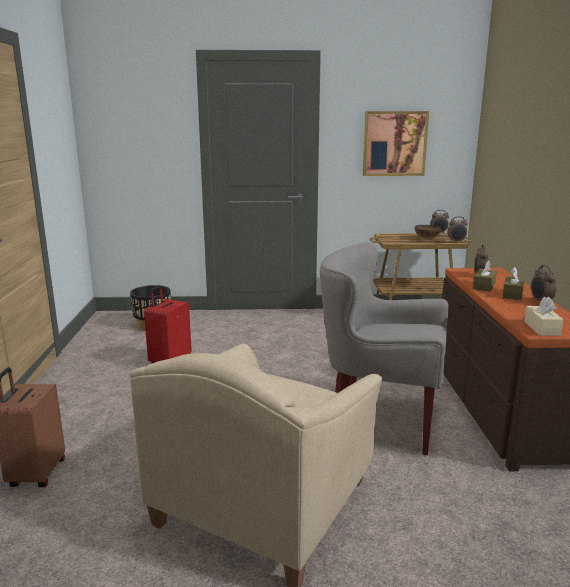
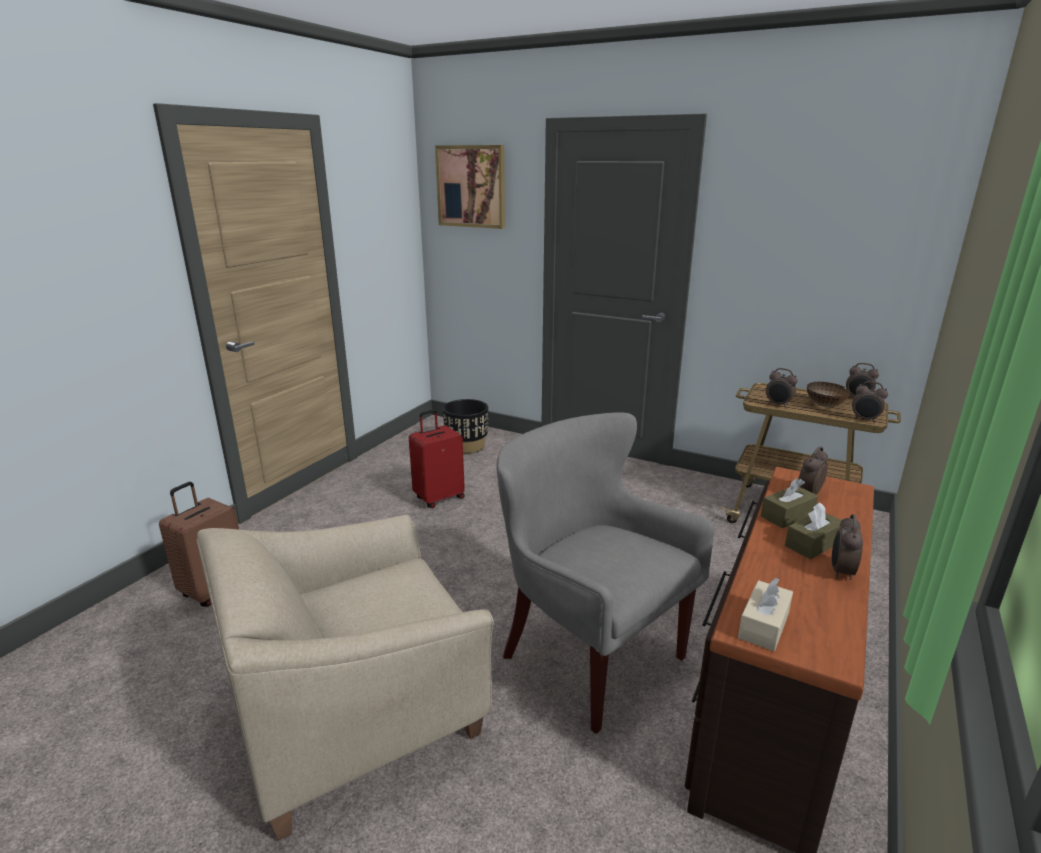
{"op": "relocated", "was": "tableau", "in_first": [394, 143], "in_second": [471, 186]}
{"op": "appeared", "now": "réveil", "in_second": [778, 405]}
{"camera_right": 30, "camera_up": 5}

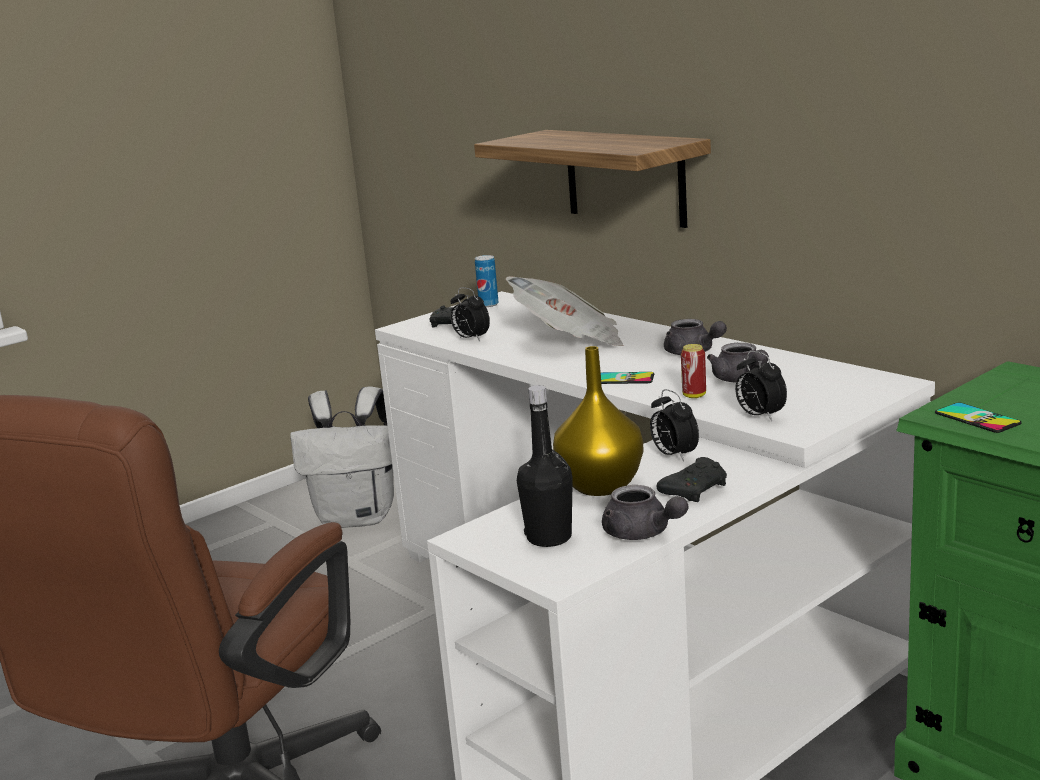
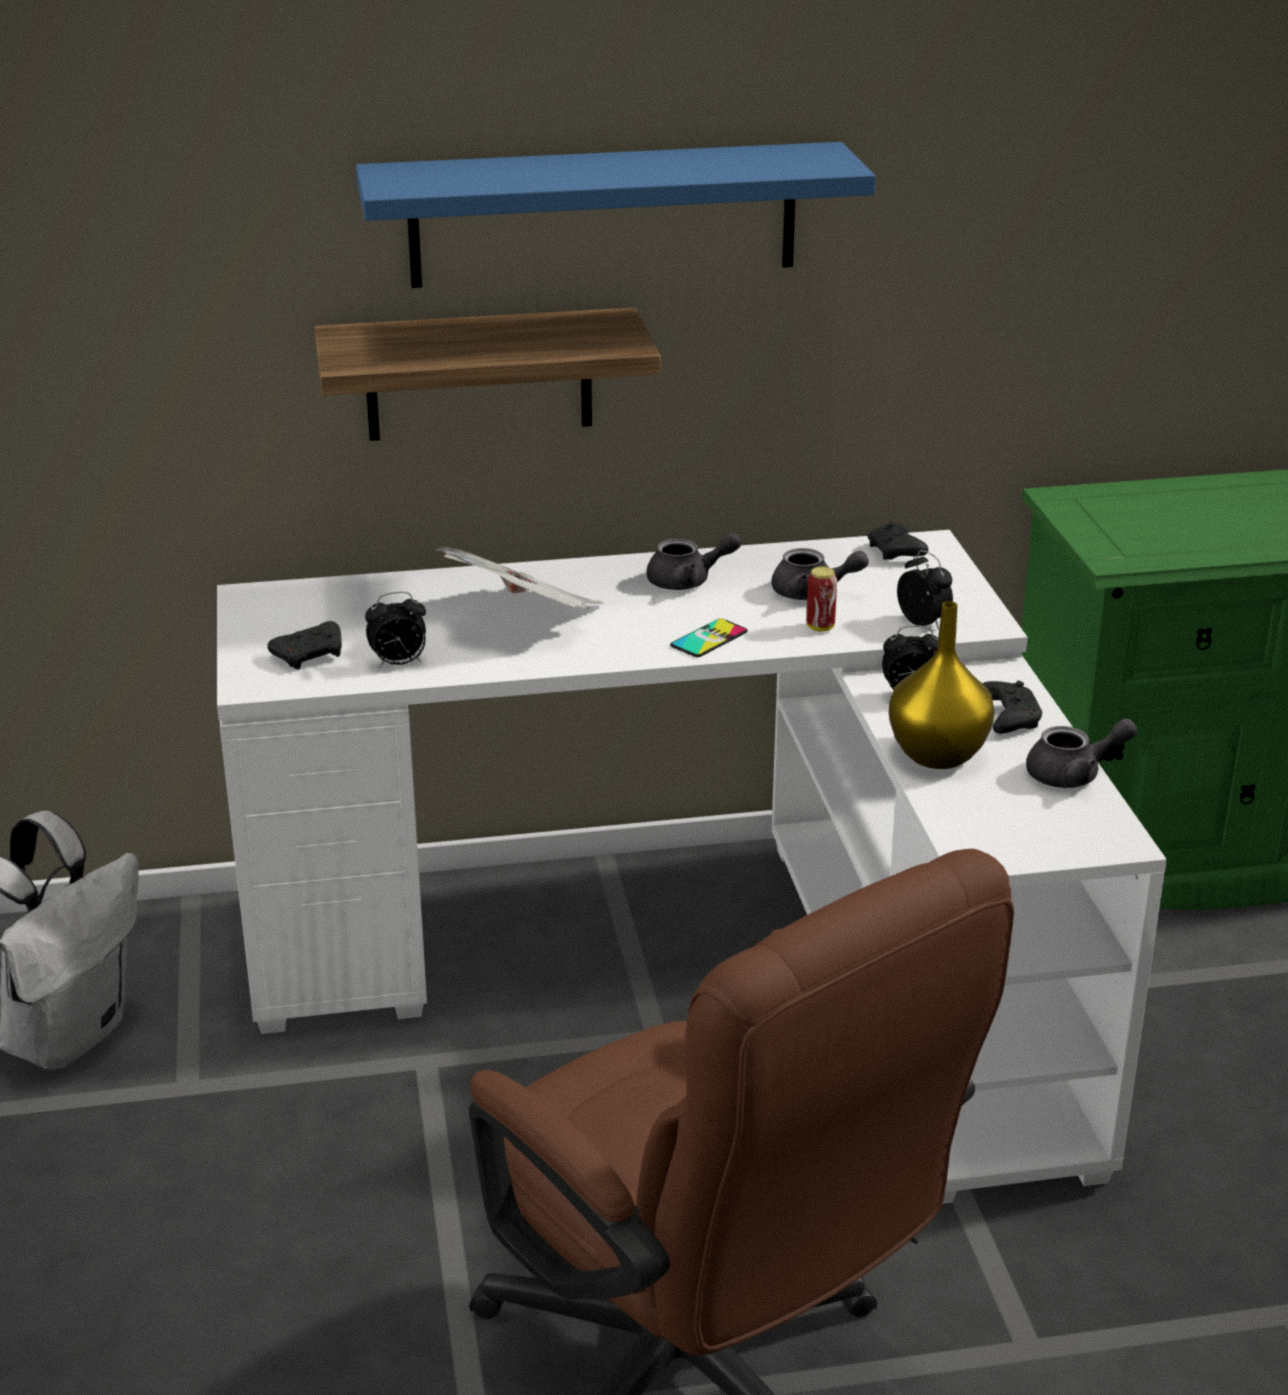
{"op": "missing", "was": "boîte métallique", "in_first": [488, 305]}
{"op": "spun", "was": "réveil", "in_first": [759, 416], "in_second": [924, 623], "clockwise": -120}
{"op": "missing", "was": "bouteille/noir", "in_first": [549, 537]}
{"op": "missing", "was": "téléphone", "in_first": [977, 418]}
{"op": "appeared", "now": "étagère/bleu", "in_second": [603, 215]}
{"op": "appeared", "now": "manette/noir", "in_second": [896, 553]}
{"camera_right": -60, "camera_up": 10}

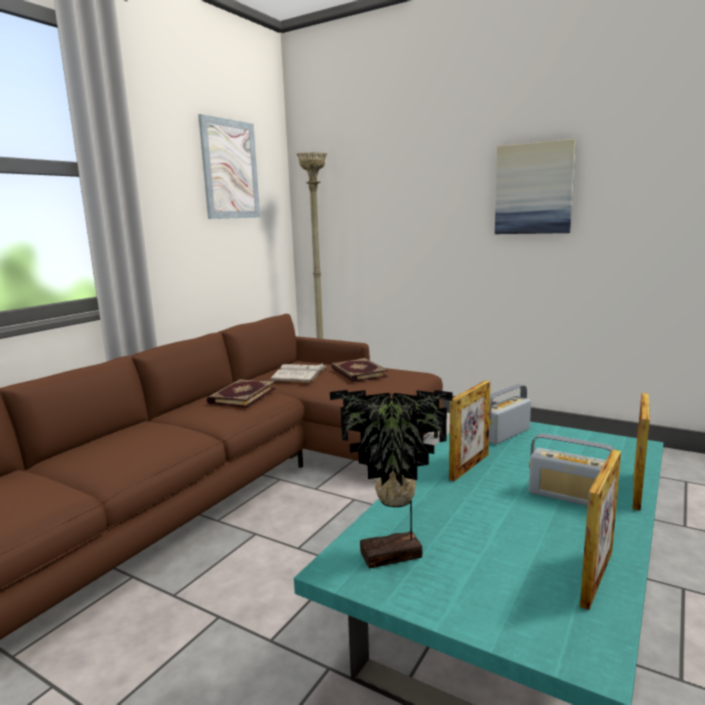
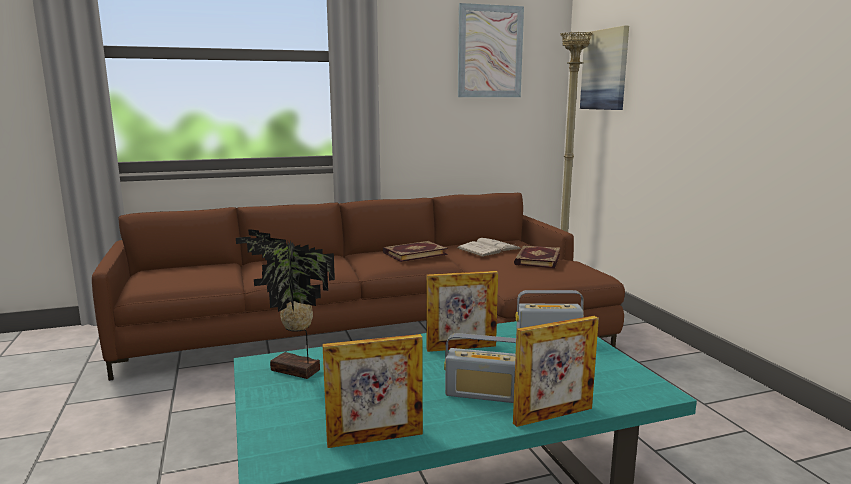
{"op": "relocated", "was": "tableau", "in_first": [534, 189], "in_second": [605, 70]}
{"op": "spun", "was": "radio", "in_first": [569, 496], "in_second": [484, 394], "clockwise": -60}
{"camera_right": 40, "camera_up": 0}

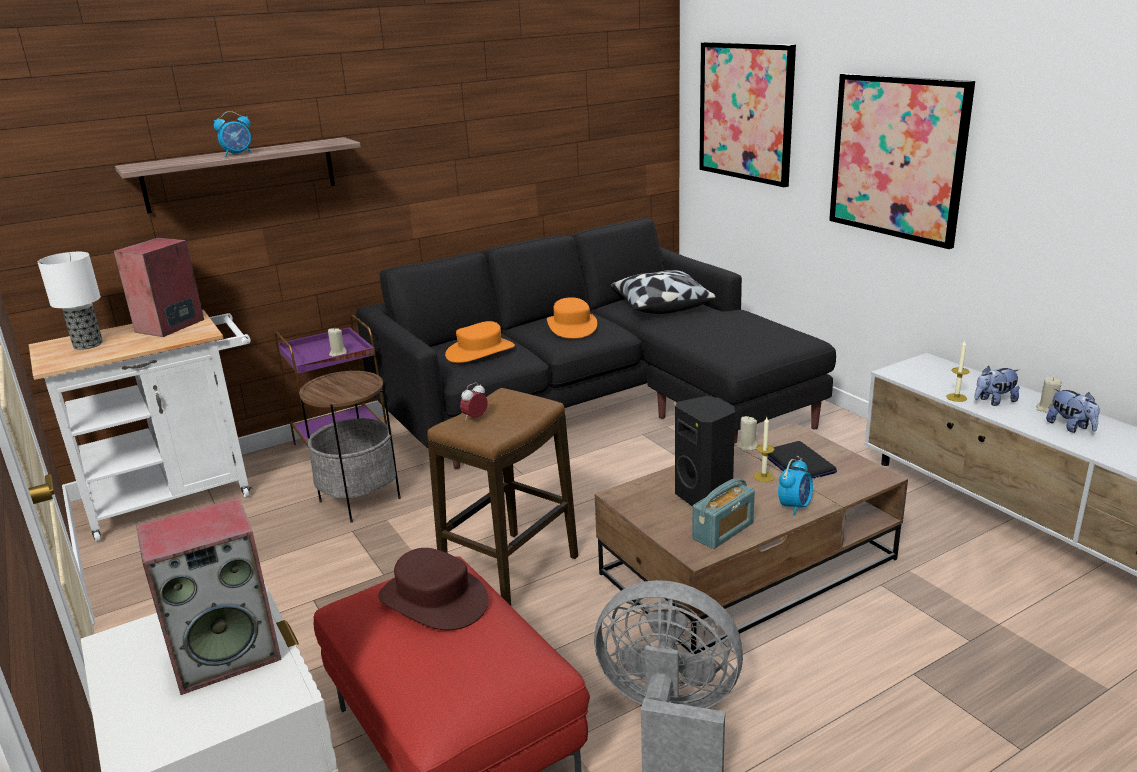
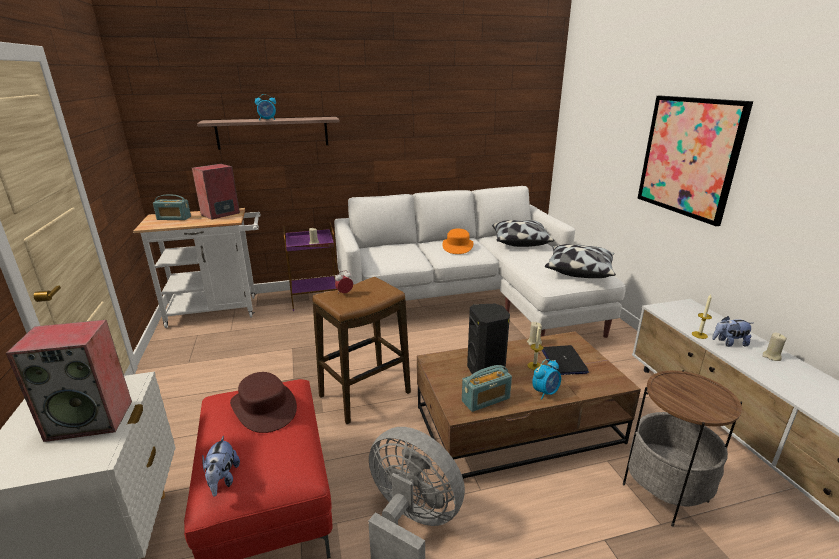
{"op": "missing", "was": "tableau", "in_first": [745, 112]}
{"op": "colour", "was": "canapé/noir", "now": "canapé/blanc", "in_first": [597, 408], "in_second": [470, 300]}
{"op": "exchanged", "was": "lampe de table", "now": "radio", "in_first": [89, 344], "in_second": [174, 218]}
{"op": "missing", "was": "chapeau/orange", "in_first": [480, 351]}
{"op": "relocated", "was": "table d'appoint", "in_first": [360, 500], "in_second": [664, 493]}
{"op": "relocated", "was": "peluche", "in_first": [1070, 427], "in_second": [222, 480]}
{"op": "appeared", "now": "coussin", "in_second": [579, 270]}
{"camera_right": 15, "camera_up": 0}

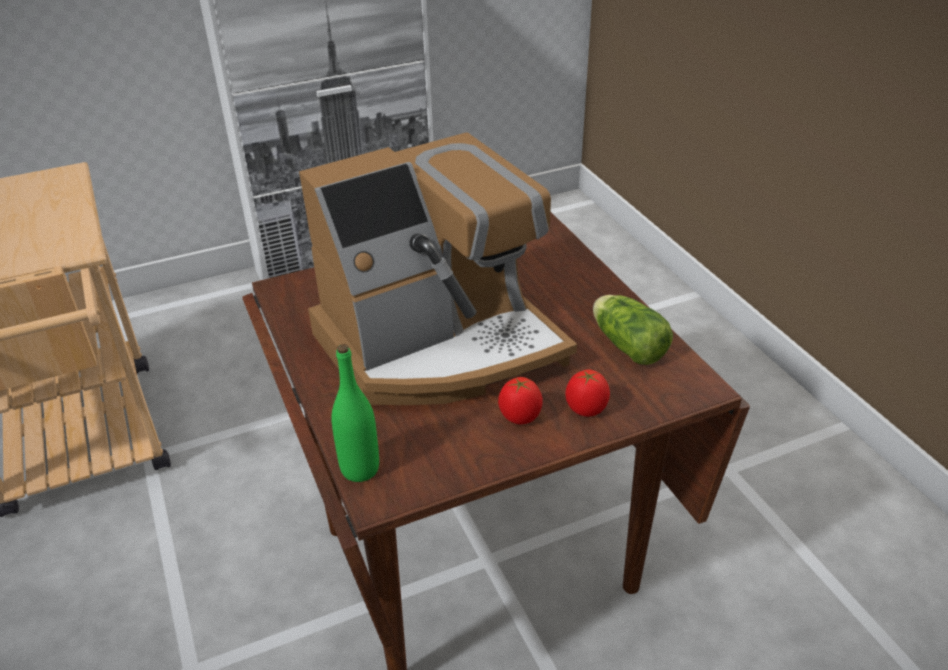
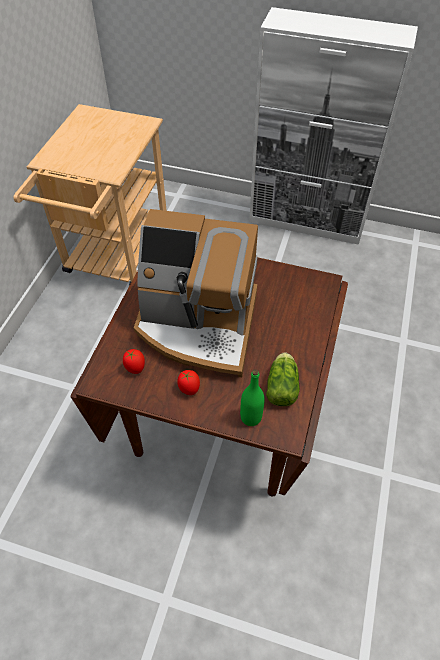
{"op": "relocated", "was": "bouteille/vert", "in_first": [360, 469], "in_second": [251, 417]}
{"op": "relocated", "was": "tomate", "in_first": [586, 410], "in_second": [135, 368]}
{"camera_right": 40, "camera_up": 15}

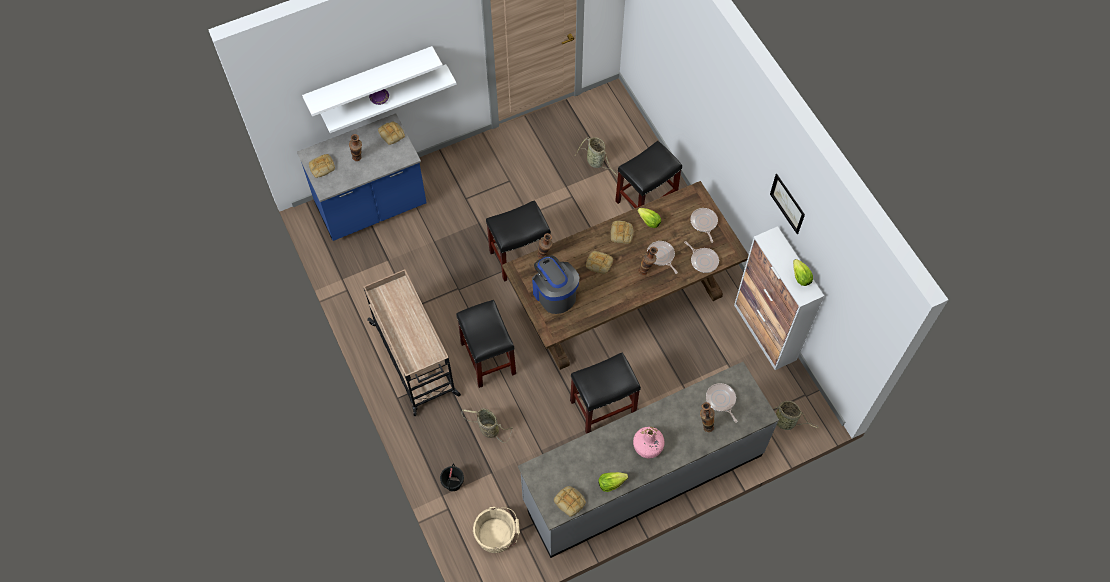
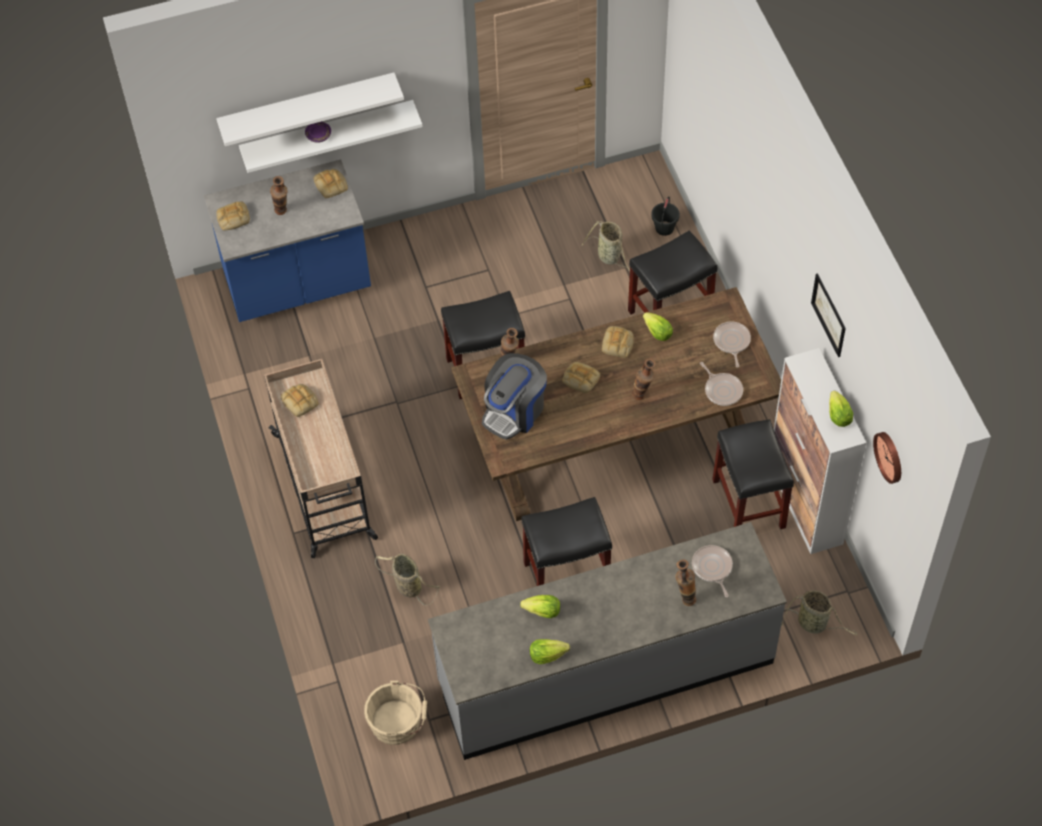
{"op": "missing", "was": "poêle", "in_first": [661, 256]}
{"op": "spun", "was": "machine à café", "in_first": [554, 293], "in_second": [514, 411], "clockwise": -120}
{"op": "relocated", "was": "tabouret/noir", "in_first": [487, 358], "in_second": [748, 503]}
{"op": "missing", "was": "bouteille/rose", "in_first": [648, 446]}
{"op": "relocated", "was": "seau/noir", "in_first": [453, 484], "in_second": [664, 228]}
{"op": "relocated", "was": "pain", "in_first": [570, 502], "in_second": [300, 402]}
{"op": "appeared", "now": "horloge murale", "in_second": [890, 456]}
{"op": "appeared", "now": "laitue", "in_second": [543, 612]}
{"camera_right": 10, "camera_up": -5}

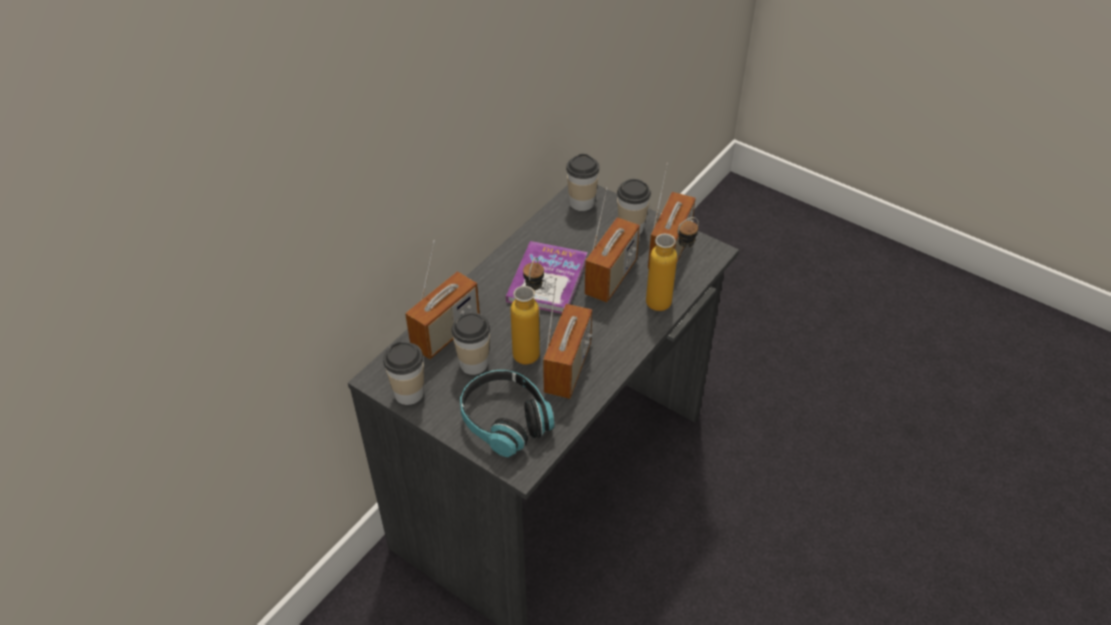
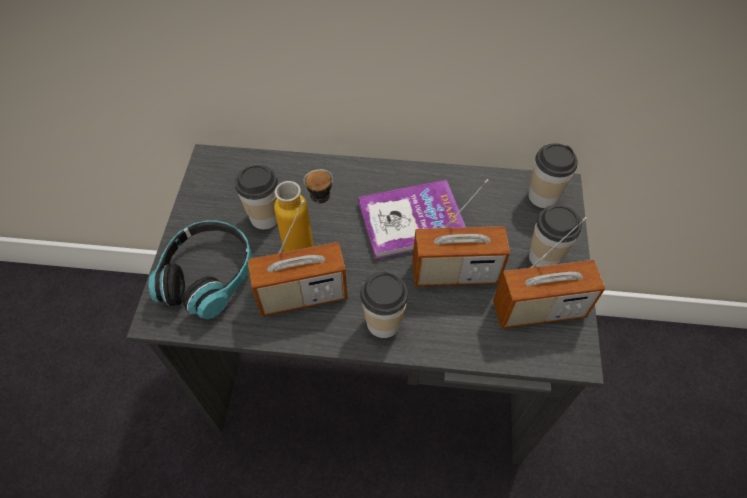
{"op": "missing", "was": "bouteille", "in_first": [668, 299]}
{"op": "missing", "was": "radio", "in_first": [446, 333]}
{"op": "relocated", "was": "tasse", "in_first": [409, 393], "in_second": [383, 323]}
{"camera_right": 60, "camera_up": 10}

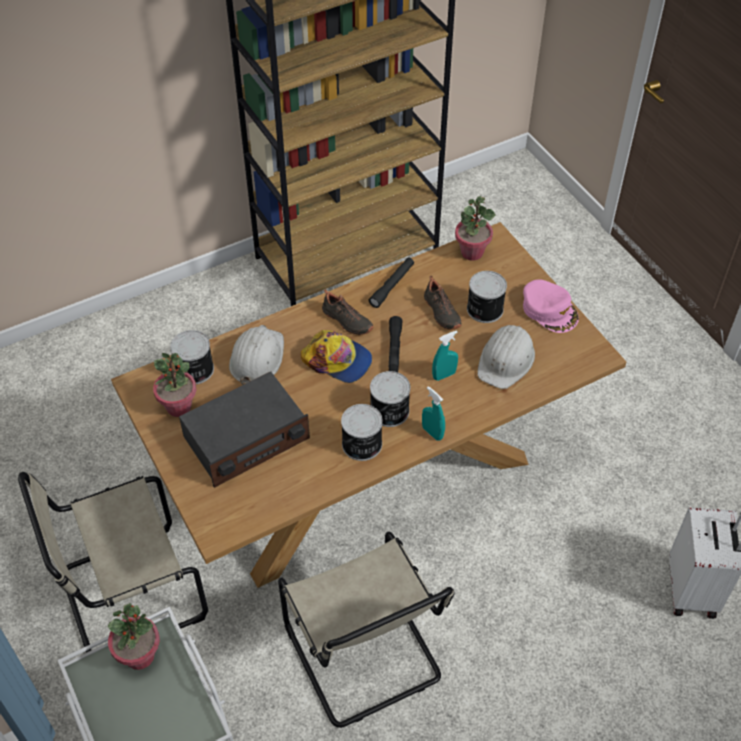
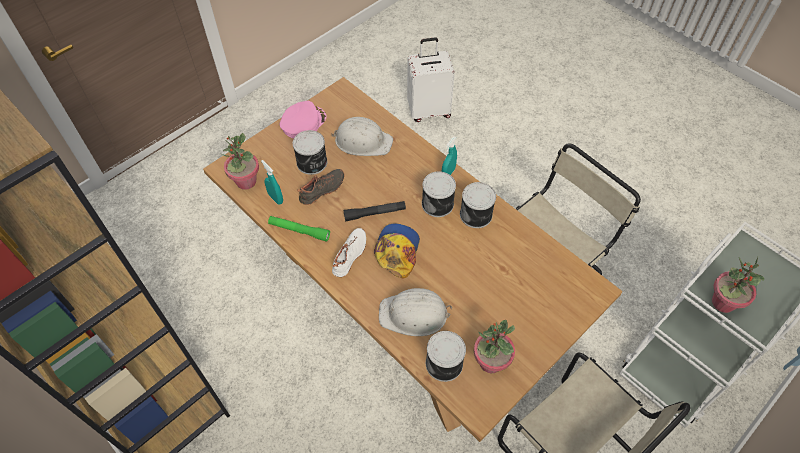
{"op": "colour", "was": "lampe de poche/noir", "now": "lampe de poche/vert", "in_first": [392, 286], "in_second": [299, 231]}
{"op": "colour", "was": "chaussure/noir", "now": "chaussure/blanc", "in_first": [346, 321], "in_second": [350, 255]}
{"op": "relocated", "was": "vaporisateur/turquoise", "in_first": [444, 375], "in_second": [275, 198]}
{"op": "missing", "was": "radio", "in_first": [246, 439]}
{"camera_right": -105, "camera_up": 5}

